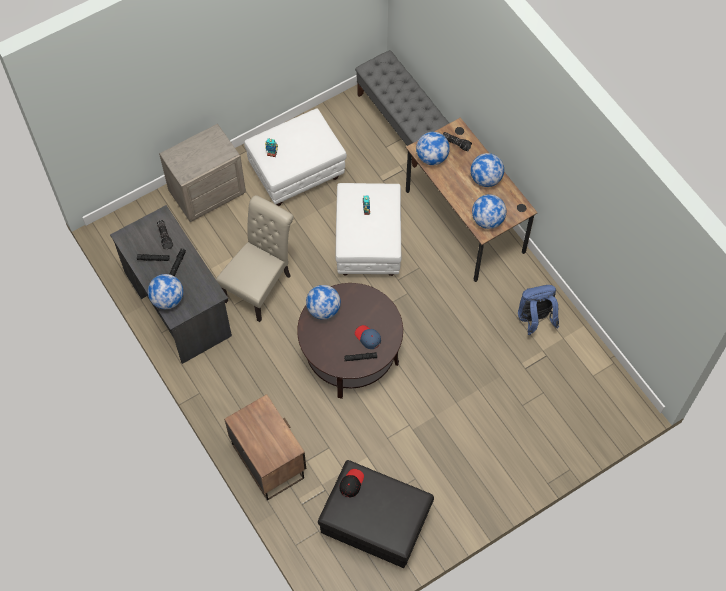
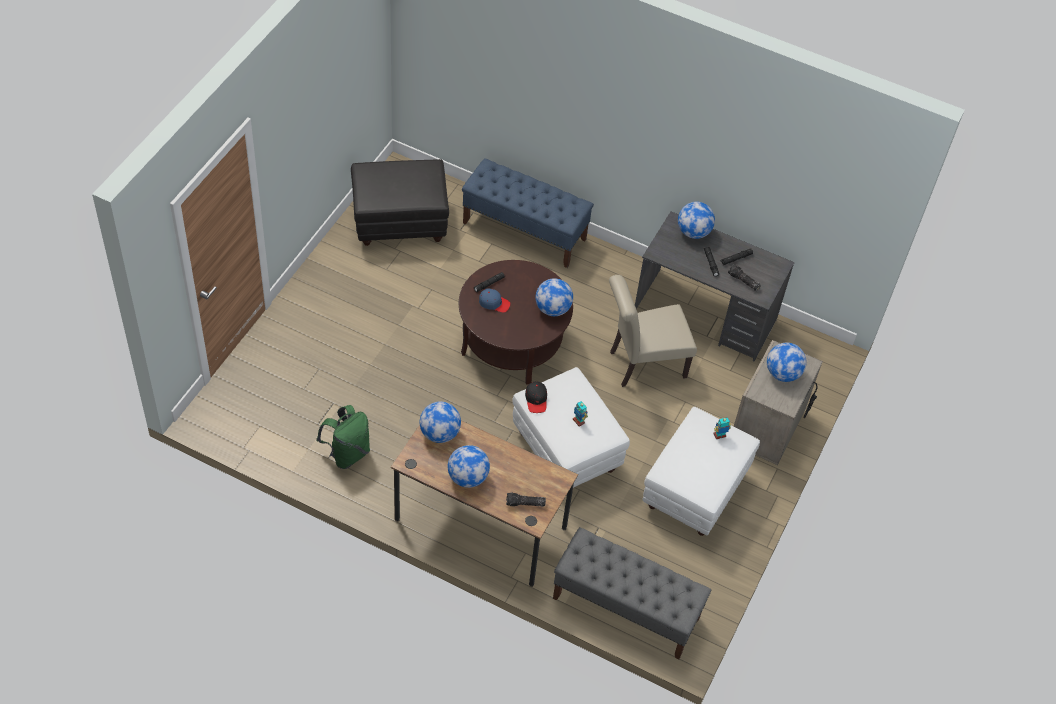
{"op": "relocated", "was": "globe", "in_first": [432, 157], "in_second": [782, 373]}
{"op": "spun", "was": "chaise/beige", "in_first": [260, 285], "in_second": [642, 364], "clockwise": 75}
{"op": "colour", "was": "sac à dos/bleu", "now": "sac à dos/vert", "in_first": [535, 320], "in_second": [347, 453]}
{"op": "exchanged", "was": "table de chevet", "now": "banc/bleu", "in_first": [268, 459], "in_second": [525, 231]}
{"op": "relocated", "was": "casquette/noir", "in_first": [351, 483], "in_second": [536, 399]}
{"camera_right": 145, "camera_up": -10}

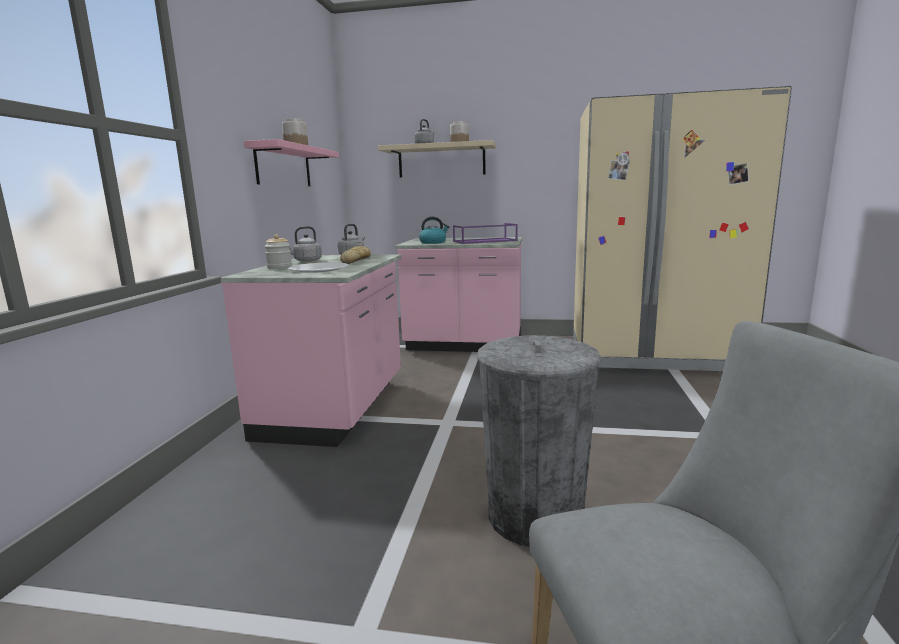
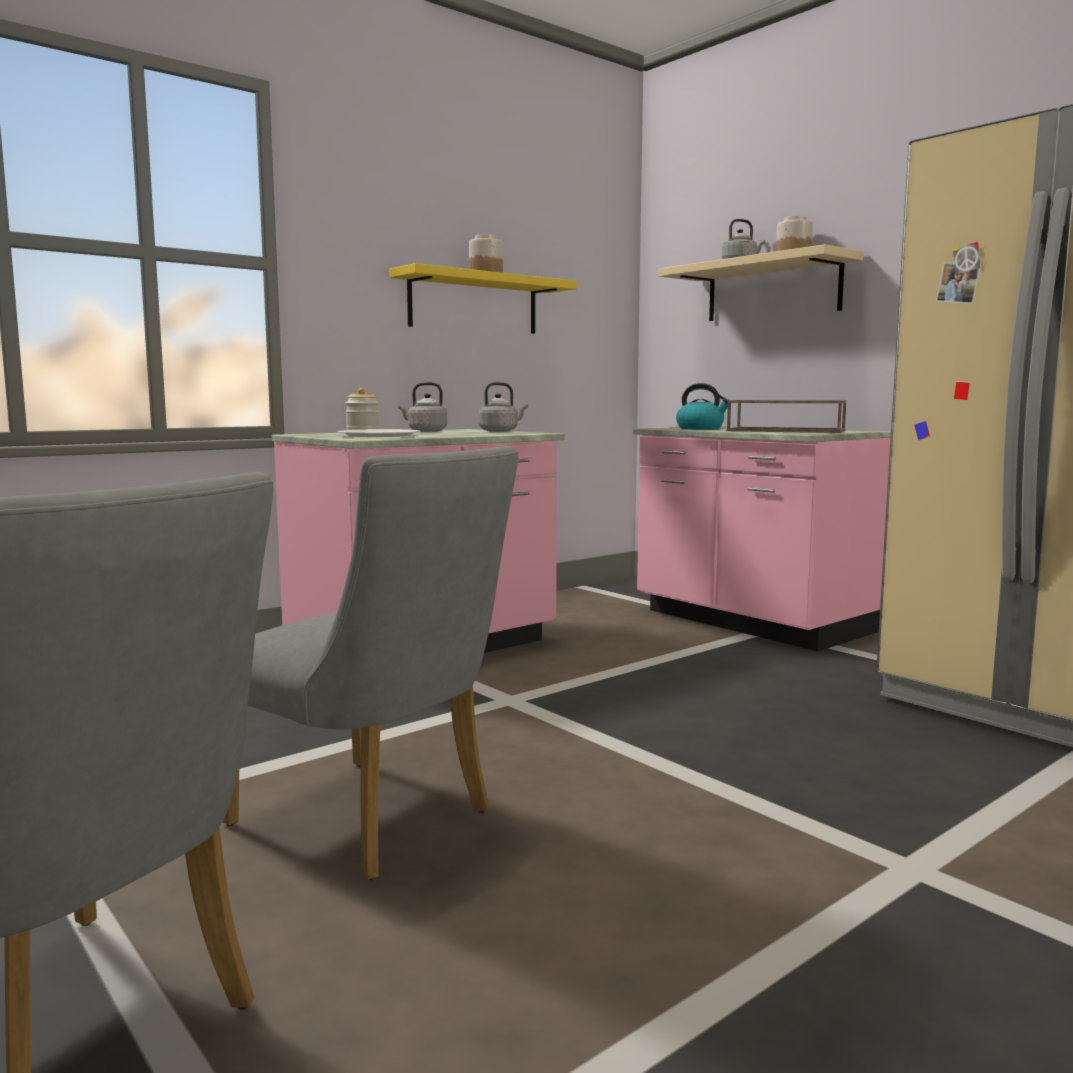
{"op": "colour", "was": "étagère/rose", "now": "étagère/jaune", "in_first": [284, 166], "in_second": [474, 303]}
{"op": "colour", "was": "plateau/violet", "now": "plateau/marron", "in_first": [484, 241], "in_second": [784, 431]}
{"op": "missing", "was": "pain", "in_first": [356, 260]}
{"op": "exchanged", "was": "poubelle/gris", "now": "chaise/gris", "in_first": [535, 516], "in_second": [375, 822]}
{"camera_right": 40, "camera_up": -5}

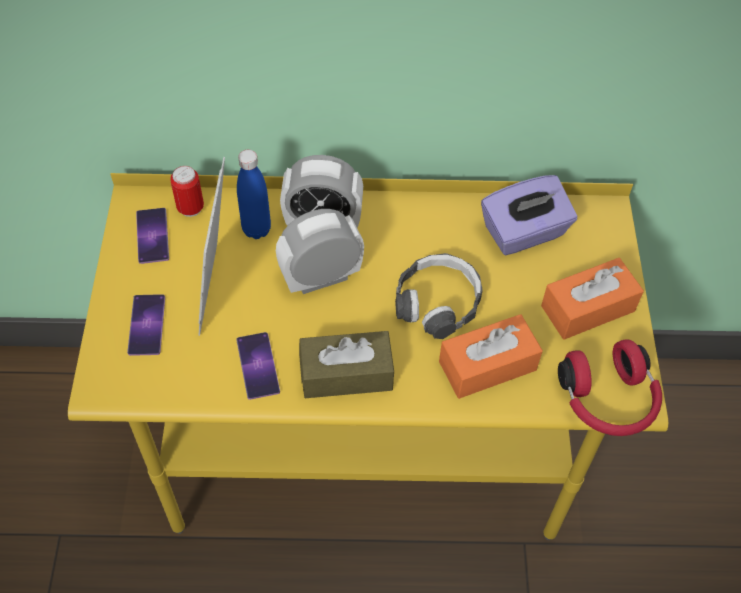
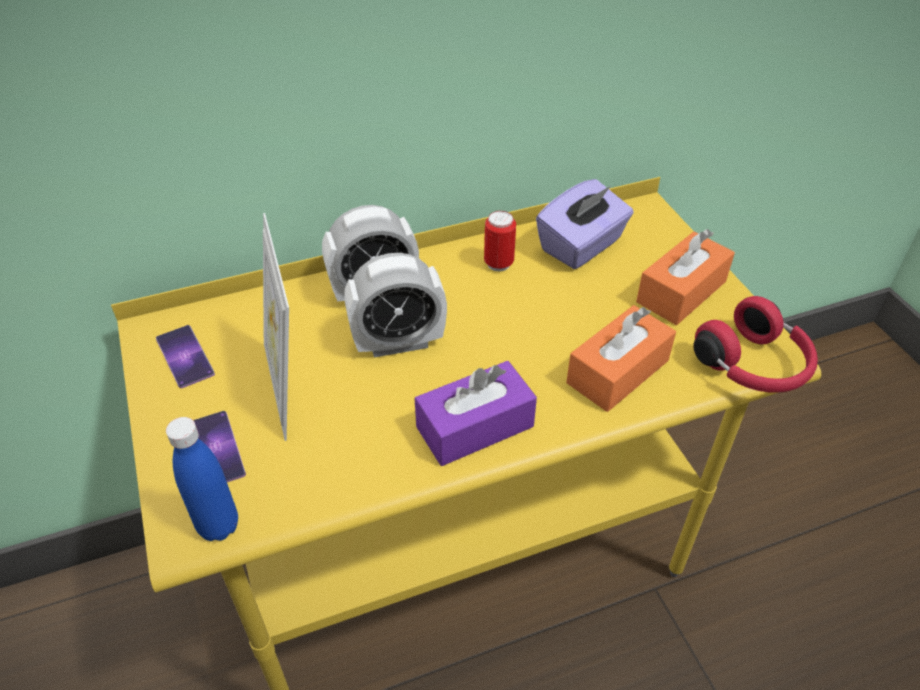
{"op": "relocated", "was": "bouteille/bleu", "in_first": [256, 229], "in_second": [218, 526]}
{"op": "relocated", "was": "boîte métallique", "in_first": [190, 208], "in_second": [498, 263]}
{"op": "spun", "was": "réveil", "in_first": [321, 278], "in_second": [398, 342], "clockwise": -150}
{"op": "missing", "was": "casque audio", "in_first": [437, 302]}
{"op": "colour", "was": "boîte à mouchoirs/marron", "now": "boîte à mouchoirs/violet", "in_first": [346, 374], "in_second": [475, 427]}
{"op": "missing", "was": "téléphone", "in_first": [258, 365]}
{"camera_right": -20, "camera_up": -10}

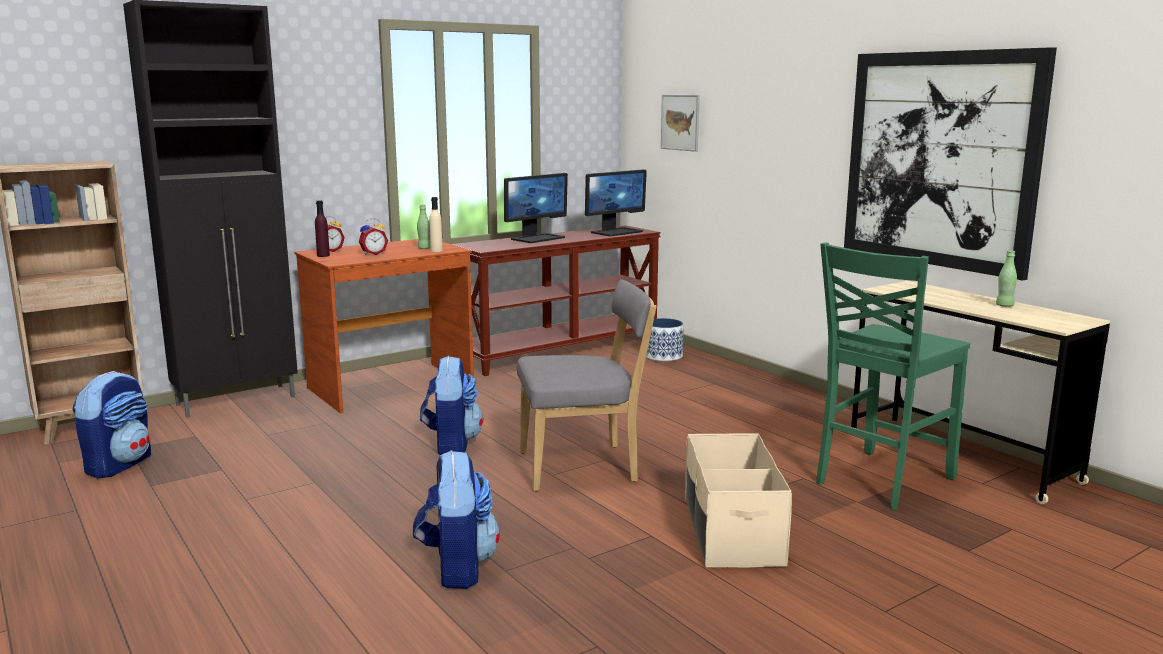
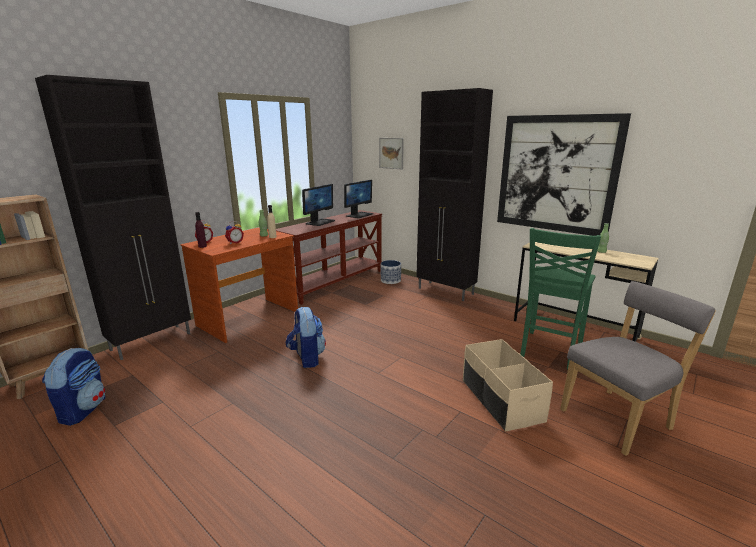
{"op": "relocated", "was": "chaise/gris", "in_first": [584, 467], "in_second": [619, 418]}
{"op": "missing", "was": "sac à dos", "in_first": [457, 568]}
{"op": "appeared", "now": "meuble de rangement/noir", "in_second": [446, 291]}
{"camera_right": -15, "camera_up": 5}

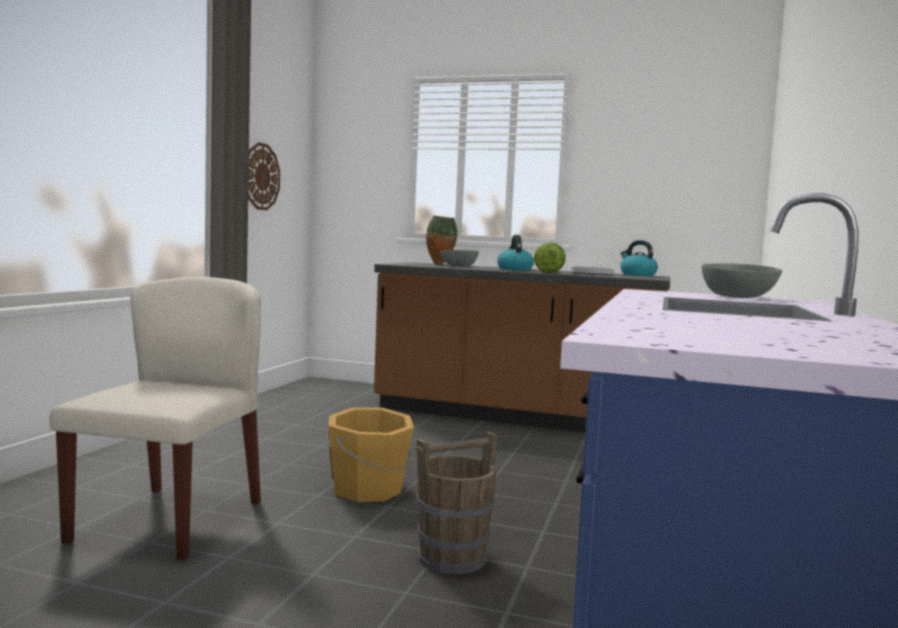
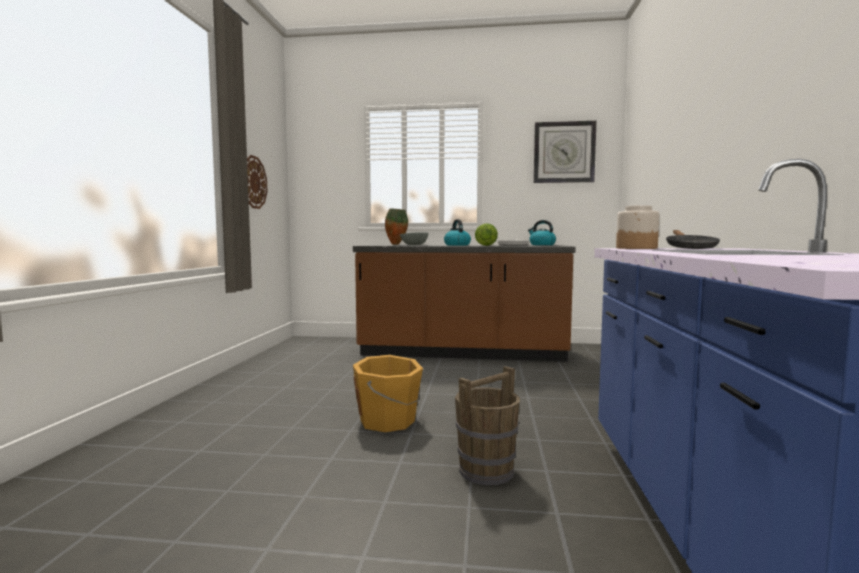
{"op": "exchanged", "was": "bol/gris", "now": "poêle/noir", "in_first": [737, 297], "in_second": [689, 248]}
{"op": "missing", "was": "chaise/beige", "in_first": [169, 520]}
{"op": "appeared", "now": "horloge murale", "in_second": [564, 152]}
{"op": "appeared", "now": "bocal", "in_second": [637, 248]}
{"camera_right": -10, "camera_up": 0}

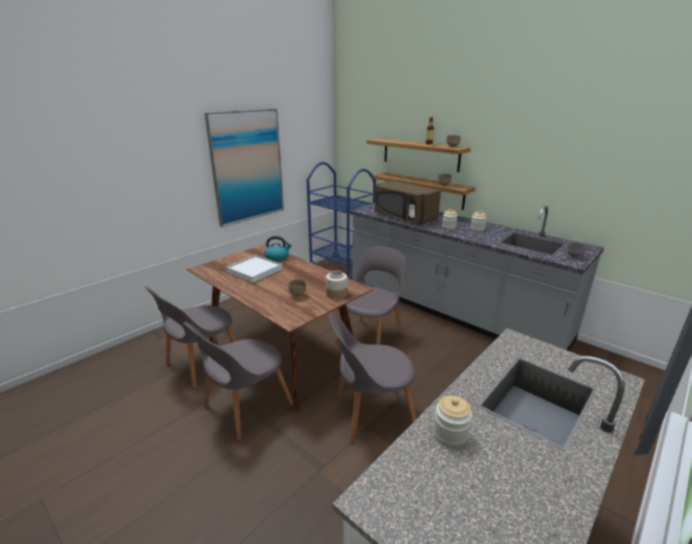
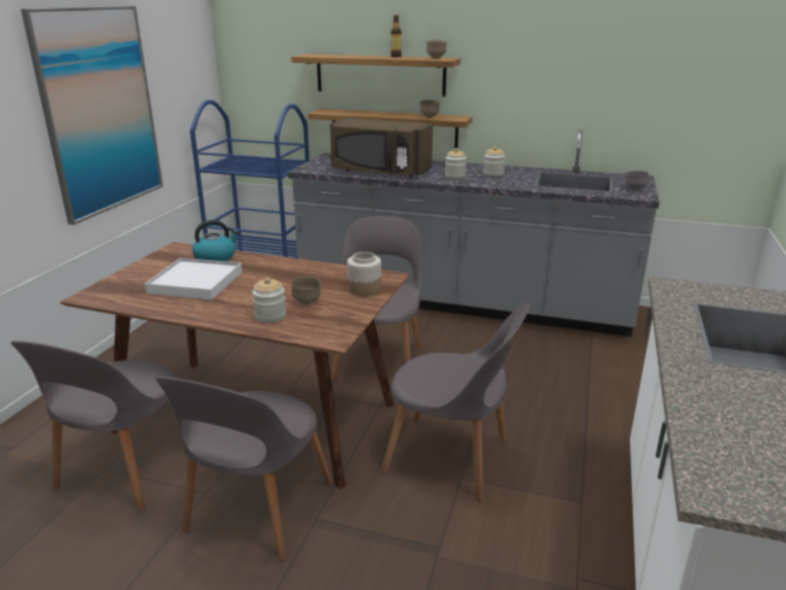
{"op": "spun", "was": "chaise/gris", "in_first": [371, 412], "in_second": [451, 458], "clockwise": -120}
{"op": "relocated", "was": "bocal", "in_first": [450, 434], "in_second": [270, 316]}
{"camera_right": -25, "camera_up": 0}

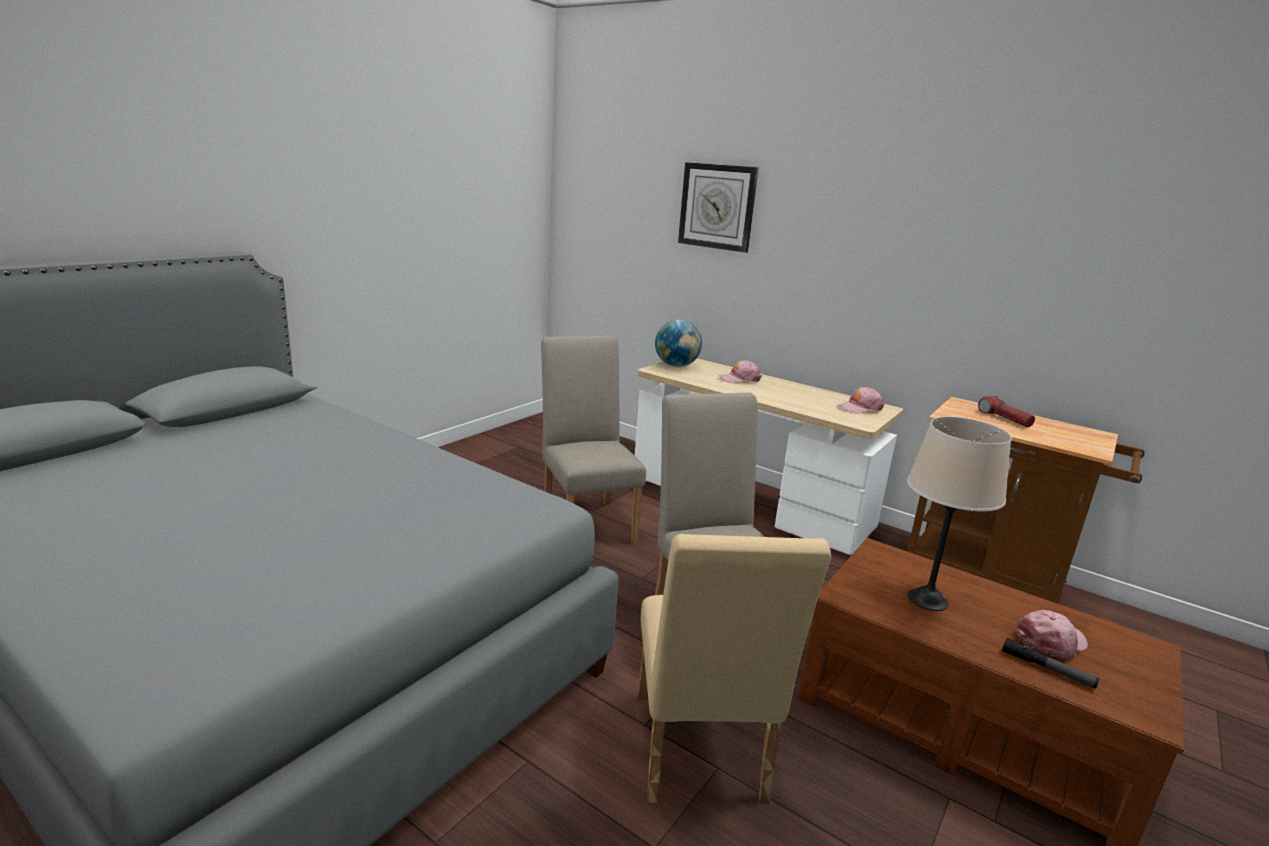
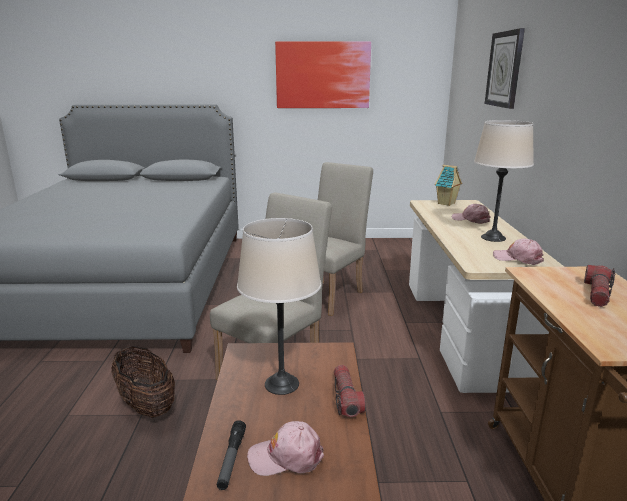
{"op": "exchanged", "was": "globe", "now": "maison miniature", "in_first": [676, 366], "in_second": [446, 203]}
{"op": "exchanged", "was": "chaise/beige", "now": "panier", "in_first": [698, 755], "in_second": [146, 405]}
{"op": "spun", "was": "casquette/rose", "in_first": [1051, 641], "in_second": [286, 456], "clockwise": 150}
{"op": "appeared", "now": "tableau", "in_second": [323, 75]}
{"op": "appeared", "now": "lampe de table/beige", "in_second": [493, 238]}
{"op": "appeared", "now": "lampe de poche", "in_second": [346, 398]}
{"camera_right": 55, "camera_up": 0}

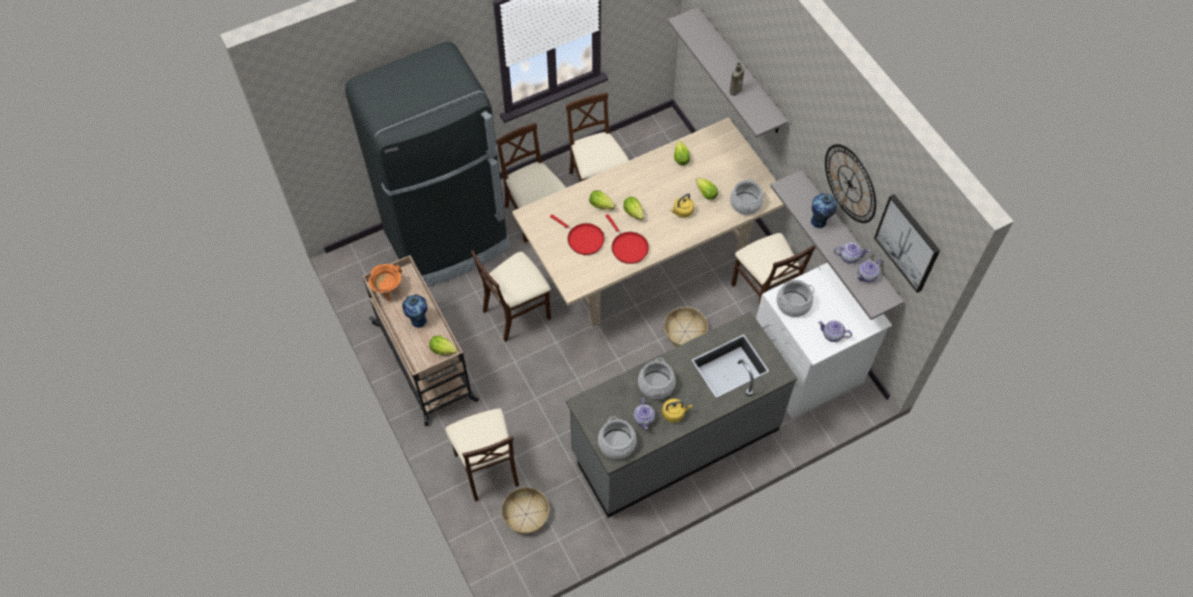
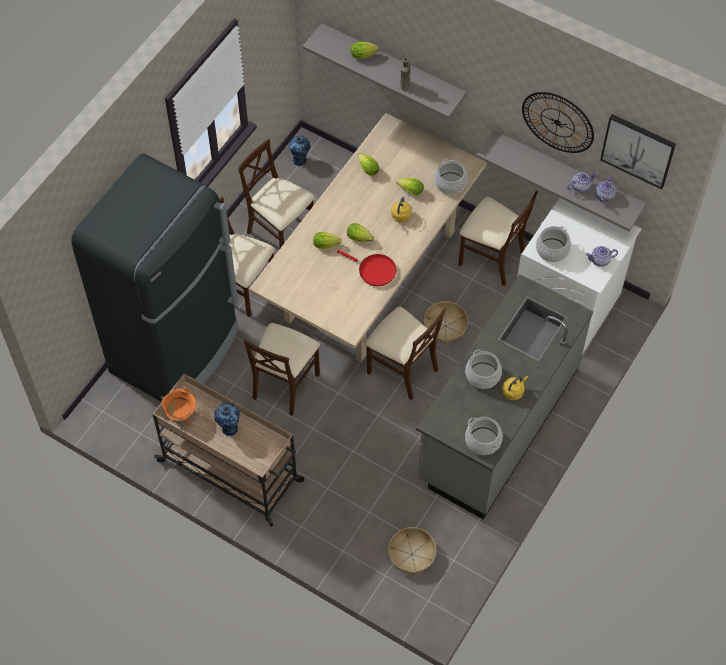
{"op": "relocated", "was": "vase", "in_first": [819, 221], "in_second": [300, 160]}
{"op": "missing", "was": "poêle/rouge", "in_first": [583, 239]}
{"op": "relocated", "was": "laitue", "in_first": [444, 350], "in_second": [365, 55]}
{"op": "missing", "was": "théière", "in_first": [644, 419]}
{"op": "relocated", "was": "chaise/beige", "in_first": [487, 467], "in_second": [402, 369]}
{"camera_right": -30, "camera_up": 0}

